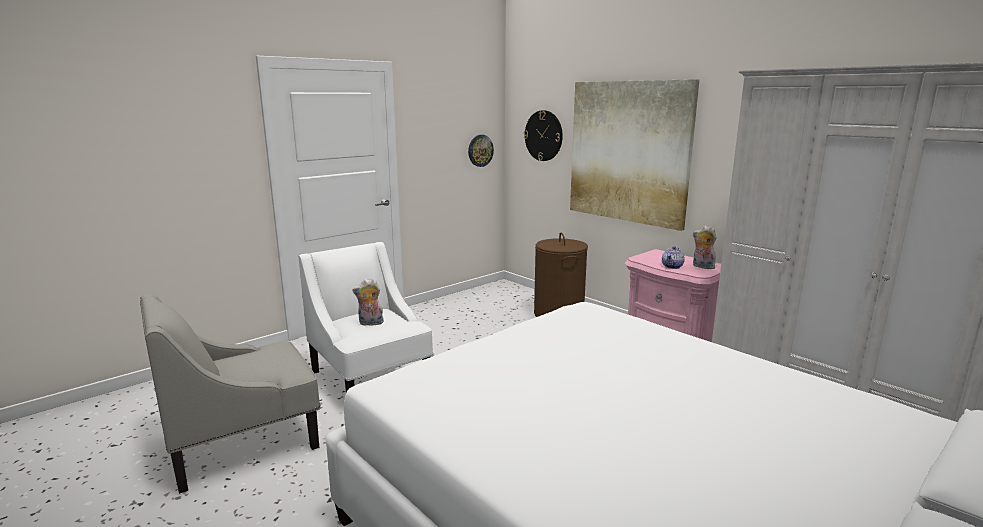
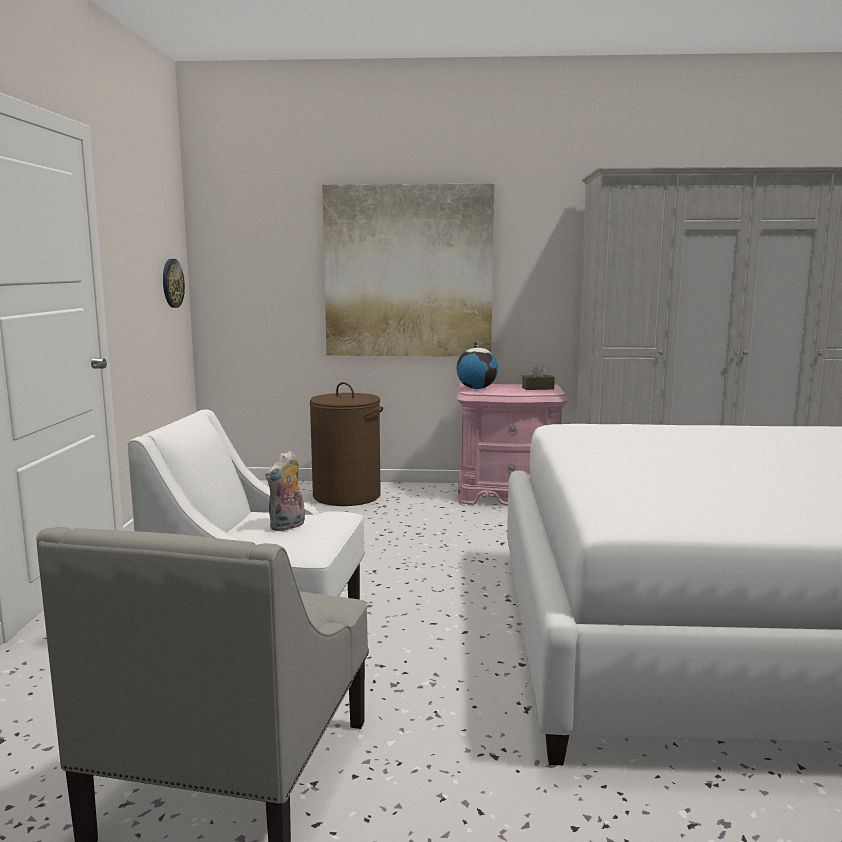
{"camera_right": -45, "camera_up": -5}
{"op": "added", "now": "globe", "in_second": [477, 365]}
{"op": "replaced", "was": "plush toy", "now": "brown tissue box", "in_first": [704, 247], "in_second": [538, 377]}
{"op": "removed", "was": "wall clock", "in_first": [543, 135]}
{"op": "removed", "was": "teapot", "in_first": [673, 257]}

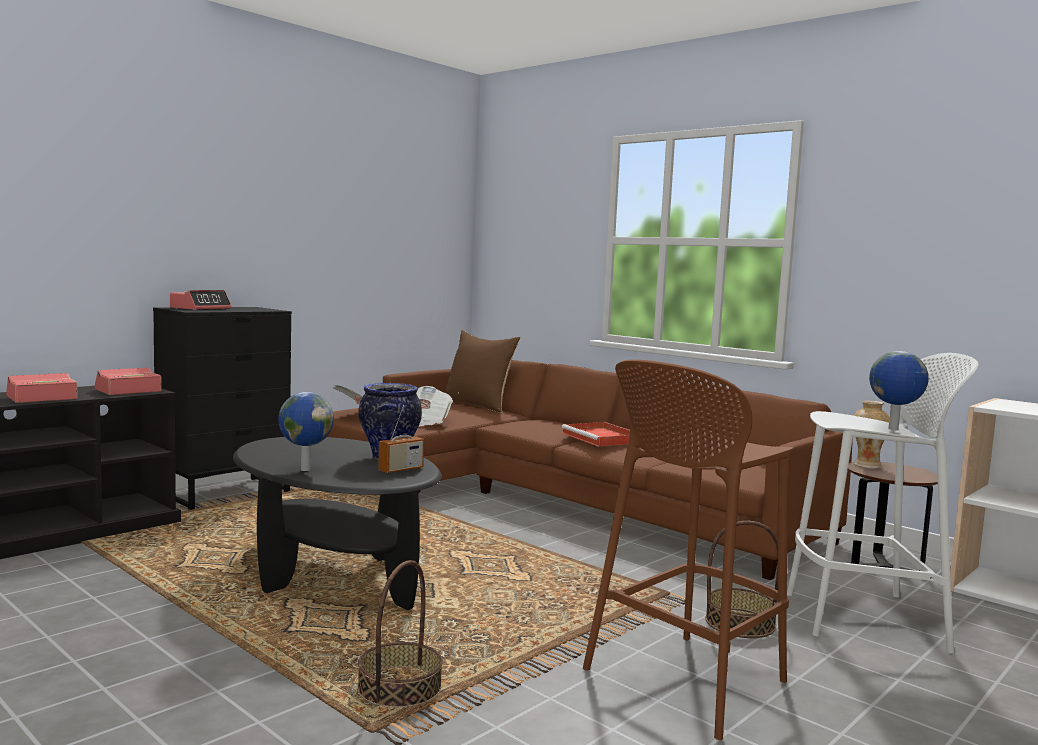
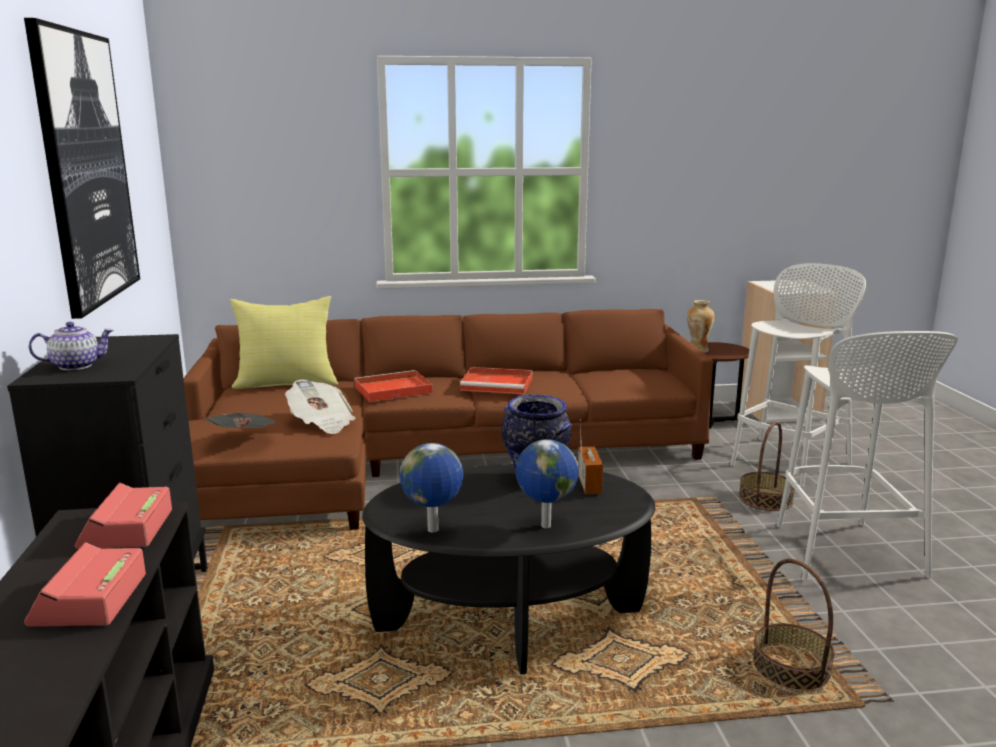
{"camera_right": -50, "camera_up": 10}
{"op": "added", "now": "picture", "in_second": [82, 168]}
{"op": "replaced", "was": "alarm clock", "now": "teapot", "in_first": [201, 300], "in_second": [71, 346]}
{"op": "recoloured", "was": "brown pillow", "now": "yellow pillow", "in_first": [482, 371], "in_second": [283, 342]}
{"op": "added", "now": "red tray", "in_second": [393, 386]}
{"op": "moved", "was": "globe", "in_first": [899, 390], "in_second": [431, 488]}
{"op": "recoloured", "was": "brown stool", "now": "white stool", "in_first": [688, 549], "in_second": [867, 456]}

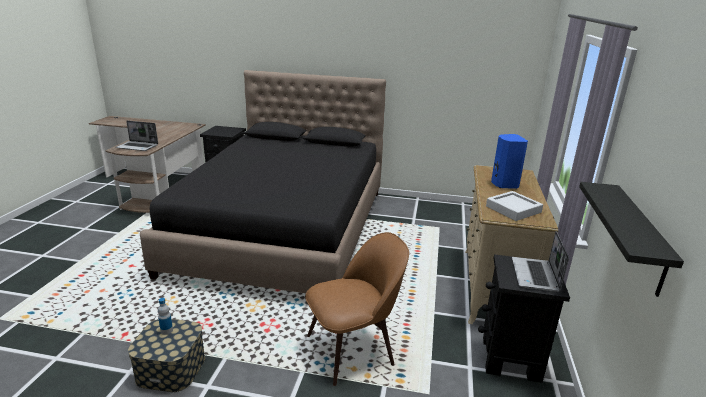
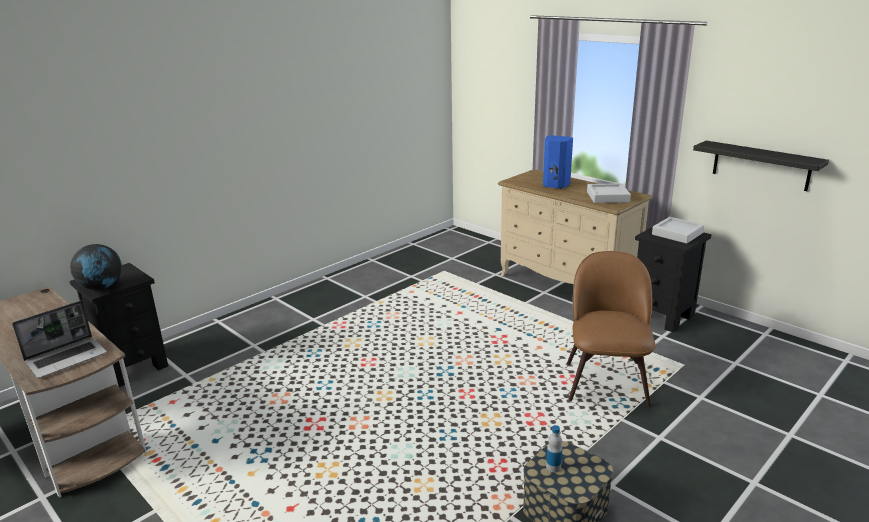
{"camera_right": -55, "camera_up": 0}
{"op": "added", "now": "globe", "in_second": [96, 267]}
{"op": "replaced", "was": "laptop", "now": "grey tray", "in_first": [540, 261], "in_second": [678, 230]}
{"op": "removed", "was": "black bed", "in_first": [263, 181]}

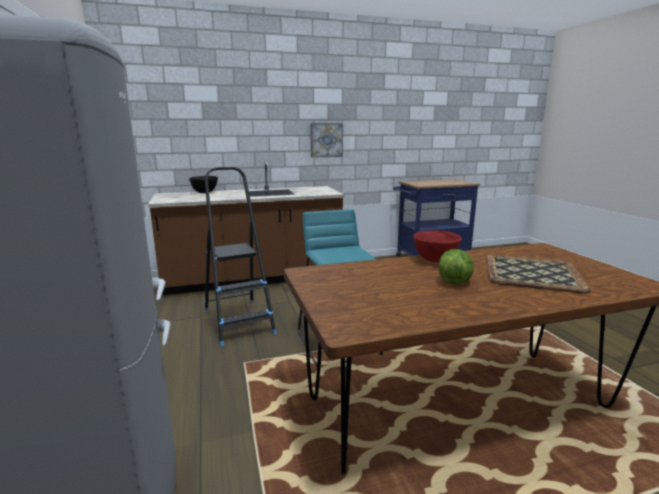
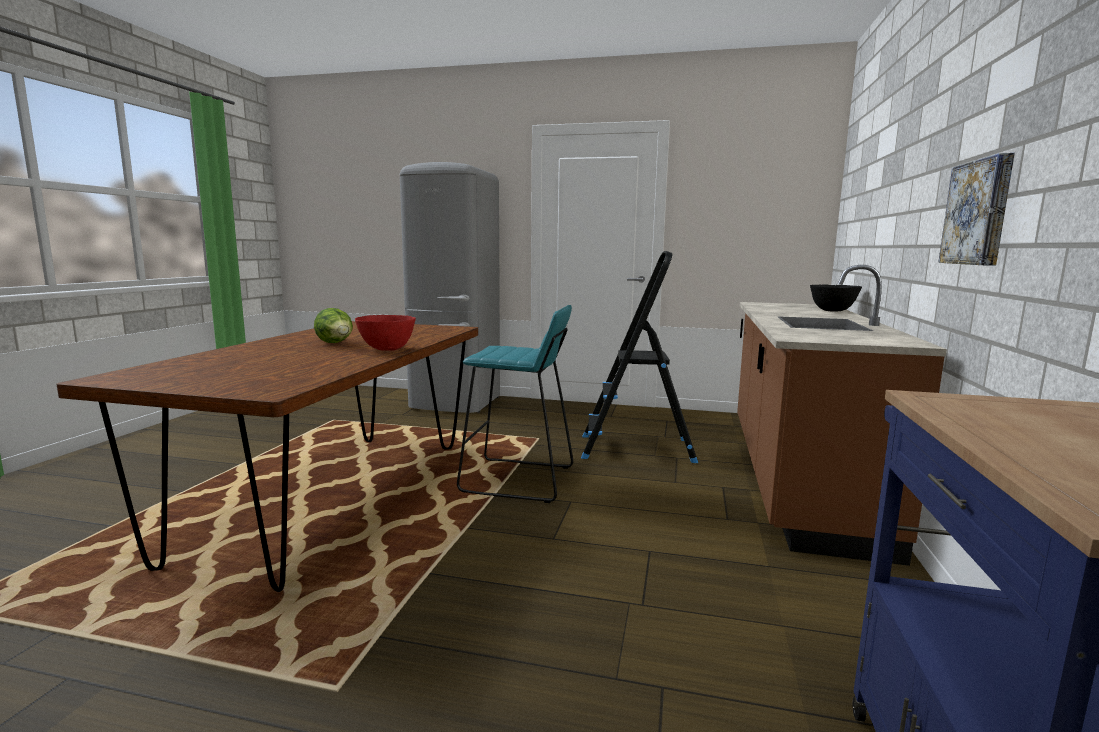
{"camera_right": 120, "camera_up": -5}
{"op": "removed", "was": "tray", "in_first": [538, 274]}

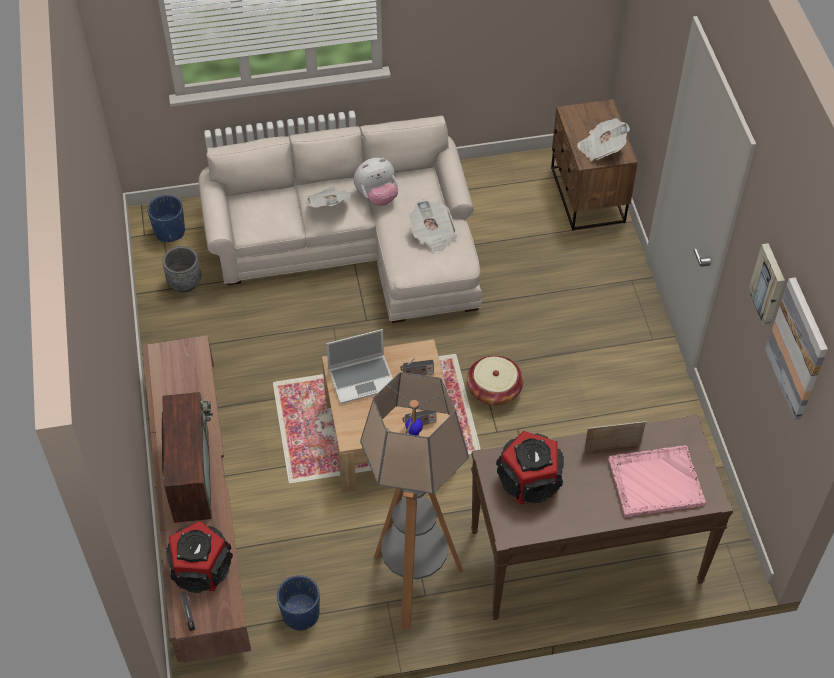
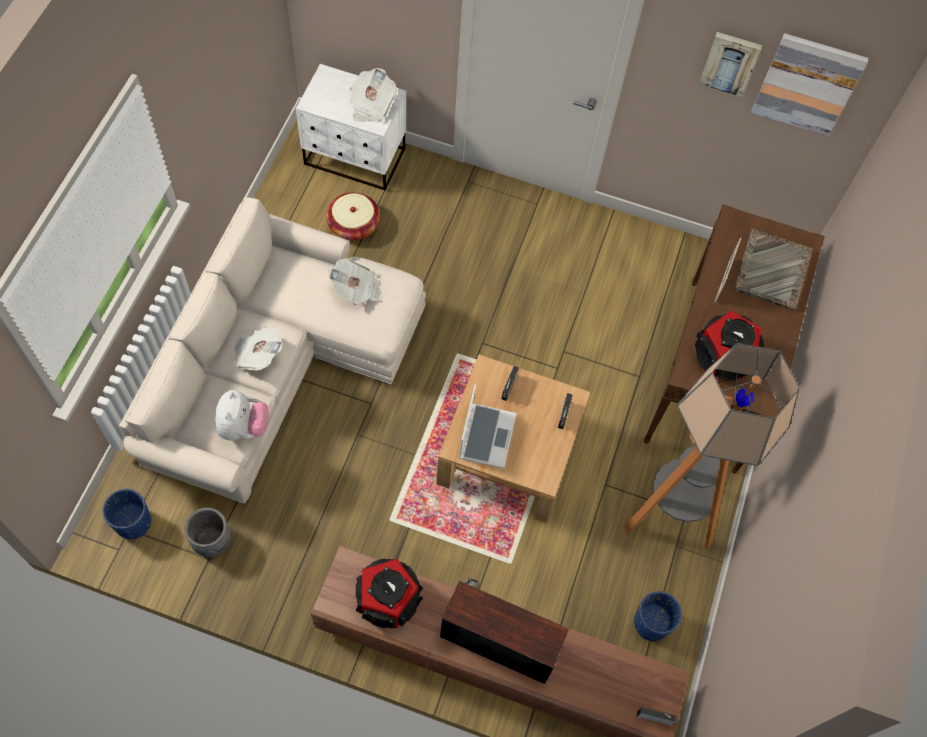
{"camera_right": -65, "camera_up": 10}
{"op": "moved", "was": "plush toy", "in_first": [376, 182], "in_second": [242, 415]}
{"op": "recoloured", "was": "brown nightstand", "now": "white nightstand", "in_first": [594, 165], "in_second": [351, 127]}
{"op": "moved", "was": "basket", "in_first": [495, 380], "in_second": [353, 216]}
{"op": "moved", "was": "speaker", "in_first": [199, 557], "in_second": [389, 593]}
{"op": "recoloured", "was": "pink tray", "now": "grey tray", "in_first": [657, 481], "in_second": [773, 270]}

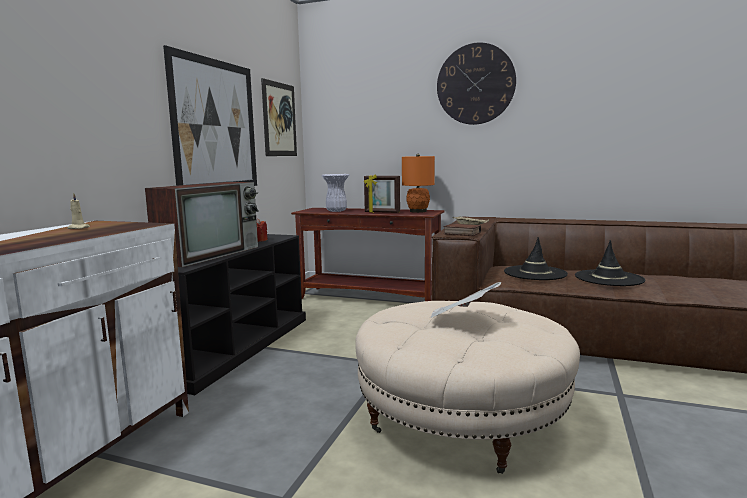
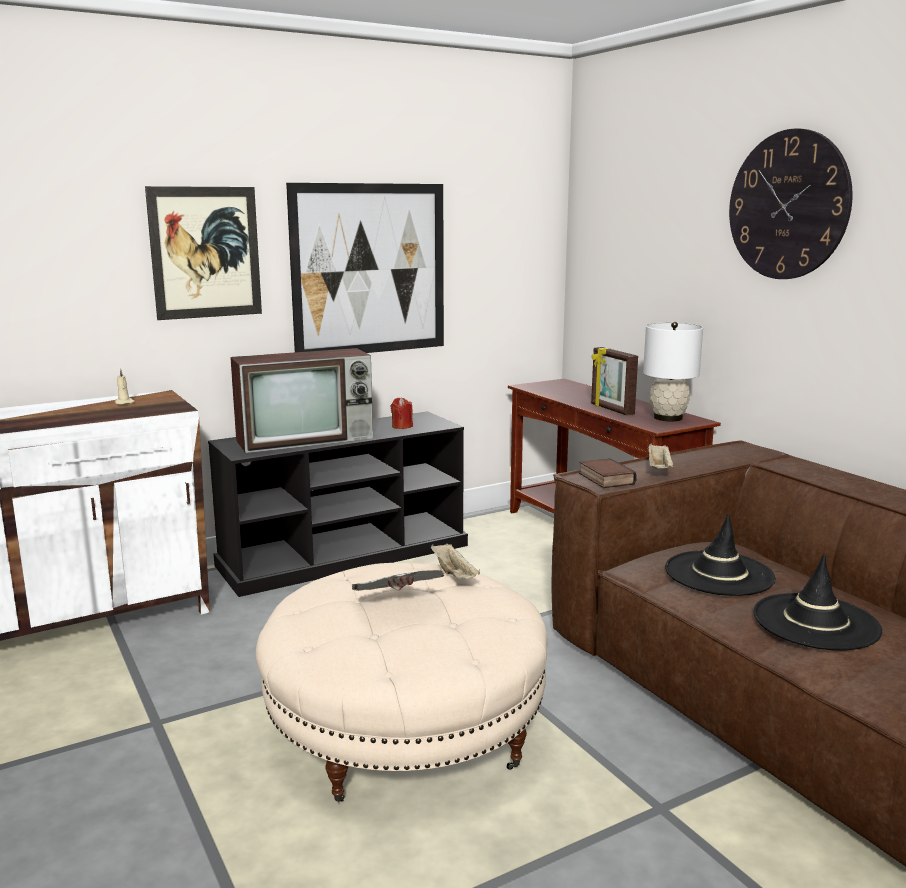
{"camera_right": 40, "camera_up": 5}
{"op": "moved", "was": "picture", "in_first": [279, 117], "in_second": [203, 253]}
{"op": "added", "now": "beige tray", "in_second": [455, 561]}
{"op": "recoloured", "was": "orange table lamp", "now": "white table lamp", "in_first": [418, 183], "in_second": [673, 371]}
{"op": "removed", "was": "white vase", "in_first": [335, 193]}

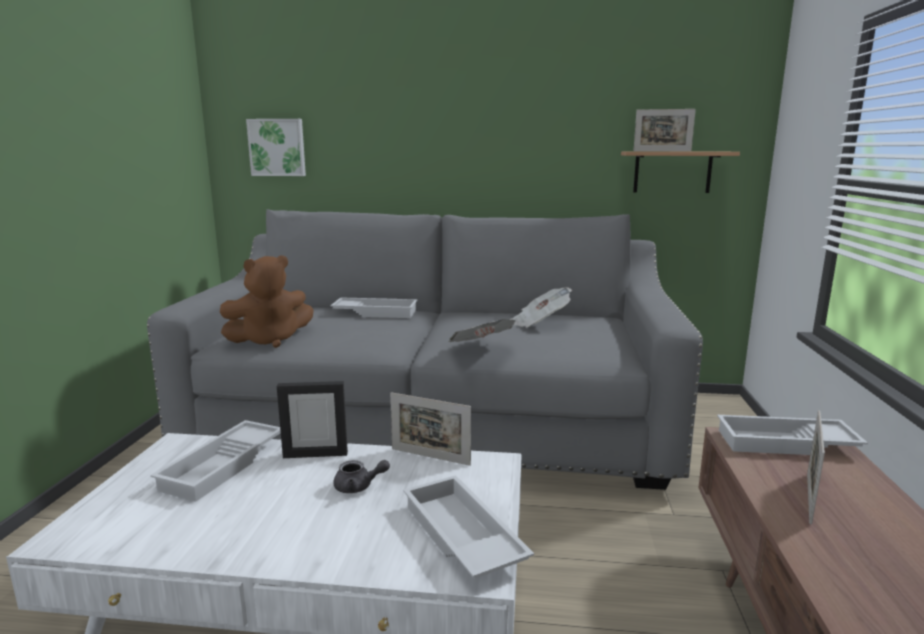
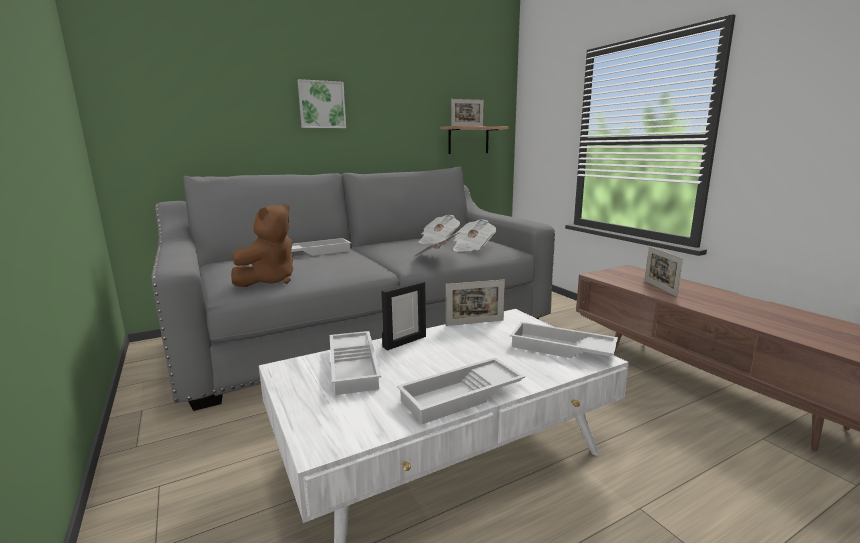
{"camera_right": -35, "camera_up": 0}
{"op": "moved", "was": "picture", "in_first": [276, 147], "in_second": [322, 103]}
{"op": "moved", "was": "white tray", "in_first": [792, 435], "in_second": [461, 391]}
{"op": "added", "now": "newspaper", "in_second": [474, 235]}
{"op": "removed", "was": "grey teapot", "in_first": [361, 476]}

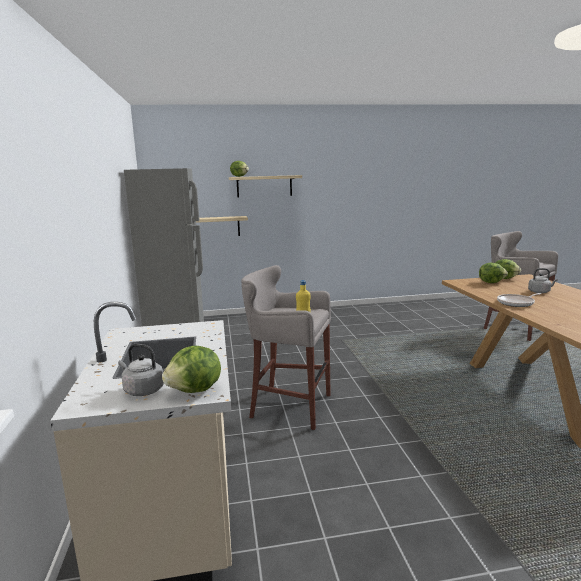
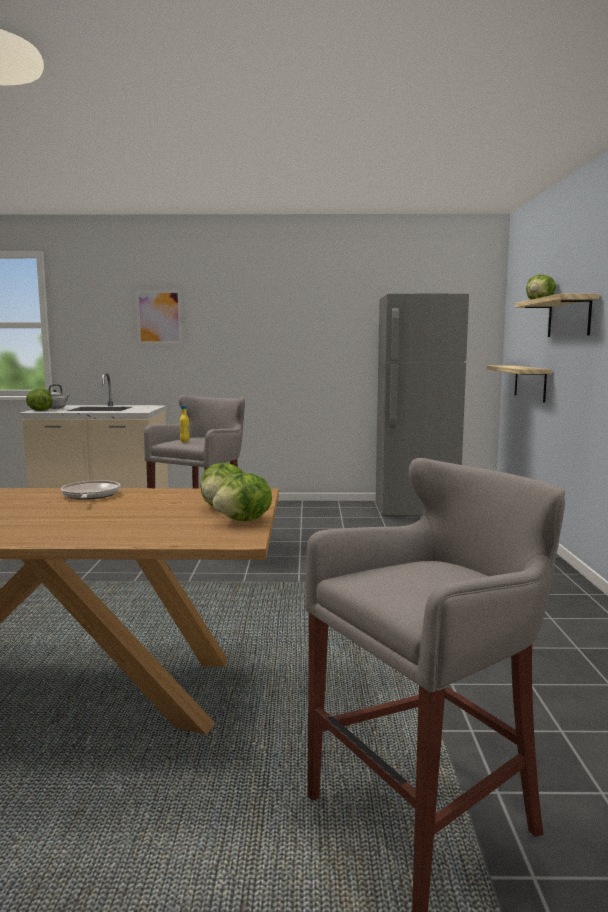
{"camera_right": 100, "camera_up": -5}
{"op": "added", "now": "picture", "in_second": [159, 317]}
{"op": "removed", "was": "grey kettle", "in_first": [543, 280]}

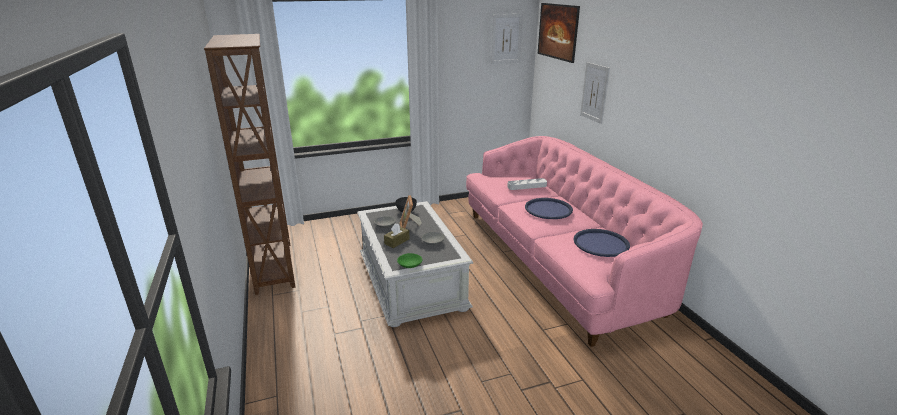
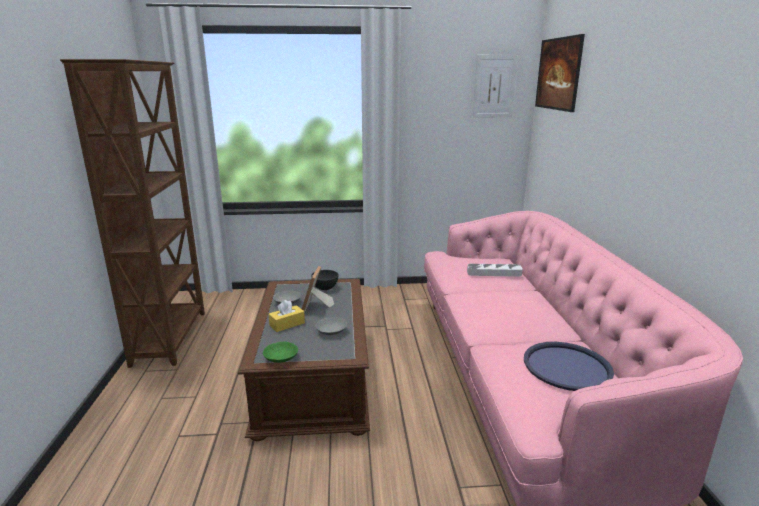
{"camera_right": 15, "camera_up": -5}
{"op": "recoloured", "was": "white coffee table", "now": "brown coffee table", "in_first": [415, 264], "in_second": [304, 360]}
{"op": "recoloured", "was": "brown tissue box", "now": "yellow tissue box", "in_first": [397, 235], "in_second": [286, 316]}
{"op": "removed", "was": "blue tray", "in_first": [549, 208]}
{"op": "removed", "was": "picture", "in_first": [595, 93]}

